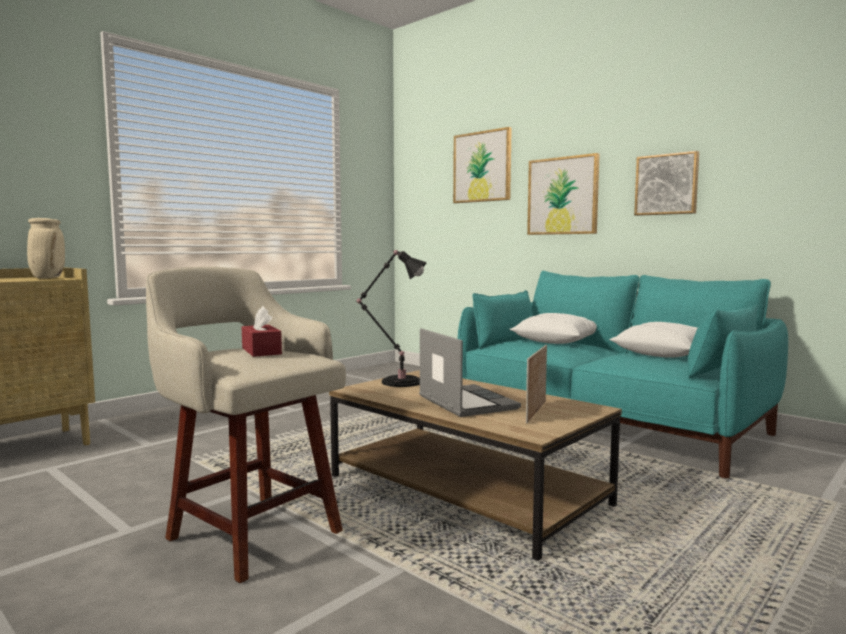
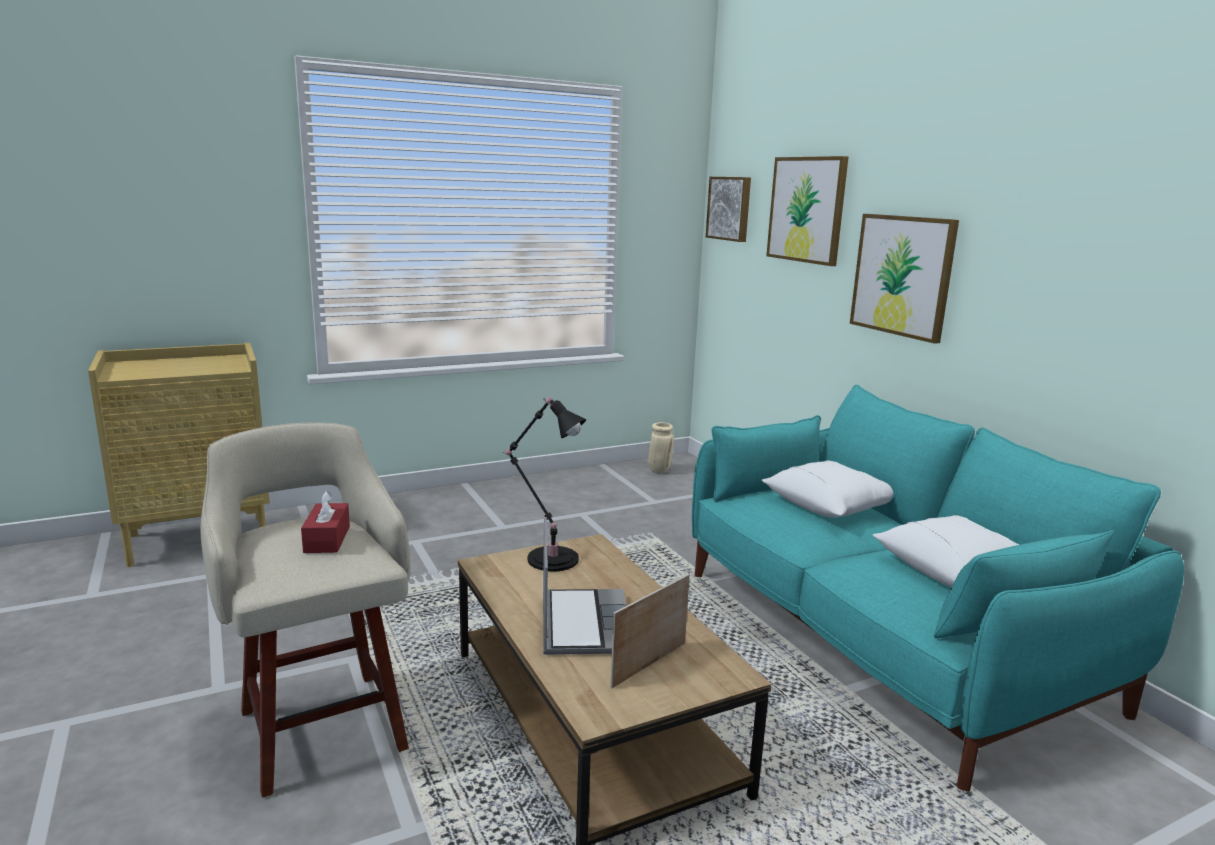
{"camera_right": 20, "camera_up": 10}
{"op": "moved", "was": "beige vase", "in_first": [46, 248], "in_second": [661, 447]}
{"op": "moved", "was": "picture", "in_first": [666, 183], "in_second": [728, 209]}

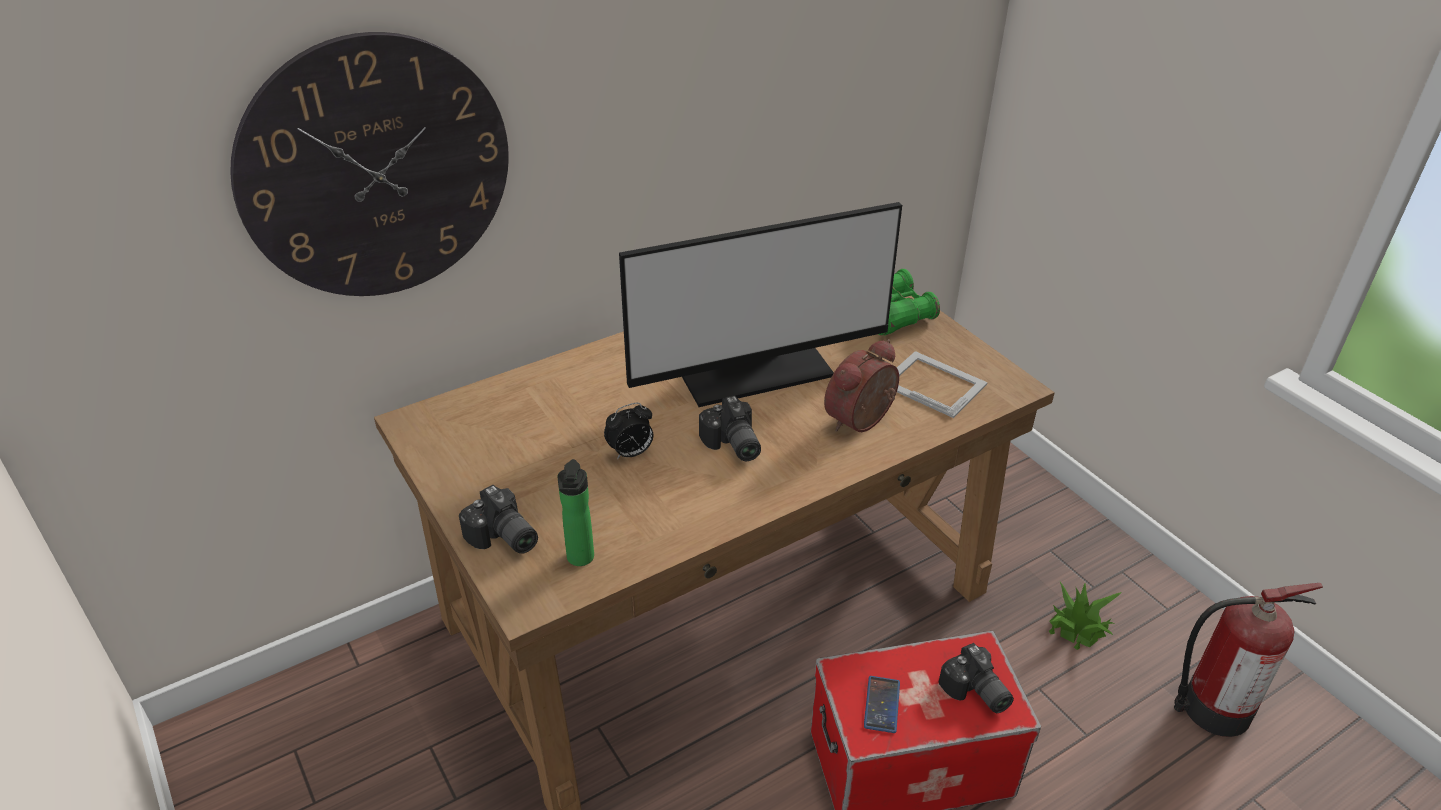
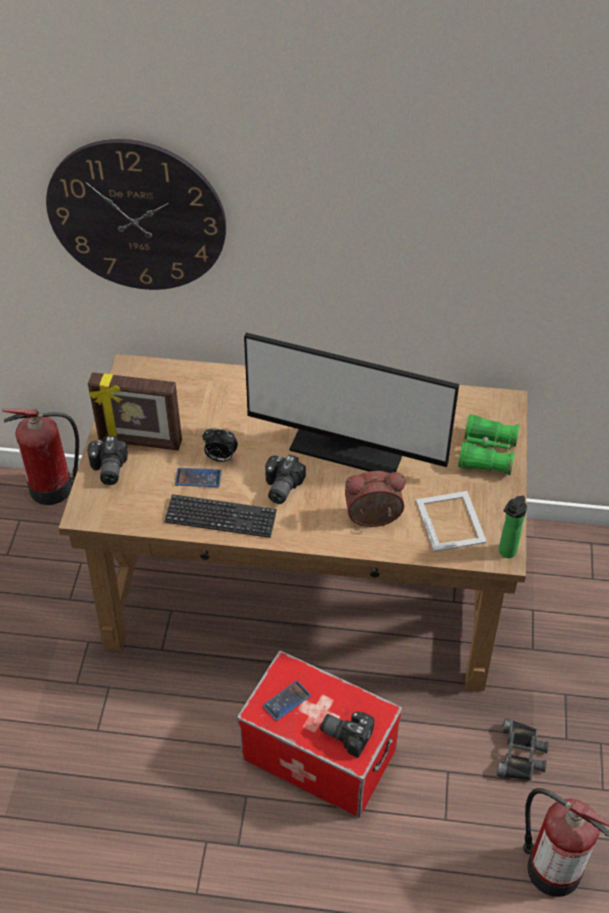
{"camera_right": 40, "camera_up": 10}
{"op": "added", "now": "fire extinguisher", "in_second": [40, 456]}
{"op": "added", "now": "picture frame", "in_second": [135, 411]}
{"op": "added", "now": "keyboard", "in_second": [220, 516]}
{"op": "added", "now": "phone", "in_second": [198, 477]}
{"op": "turned", "was": "photo camera", "in_first": [976, 678], "in_second": [347, 735], "clockwise": 105}
{"op": "replaced", "was": "potted plant", "now": "black binoculars", "in_first": [1085, 616], "in_second": [522, 749]}
{"op": "moved", "was": "bottle", "in_first": [575, 512], "in_second": [513, 527]}

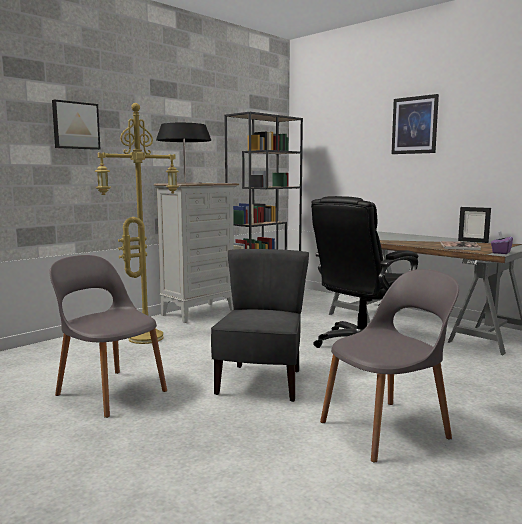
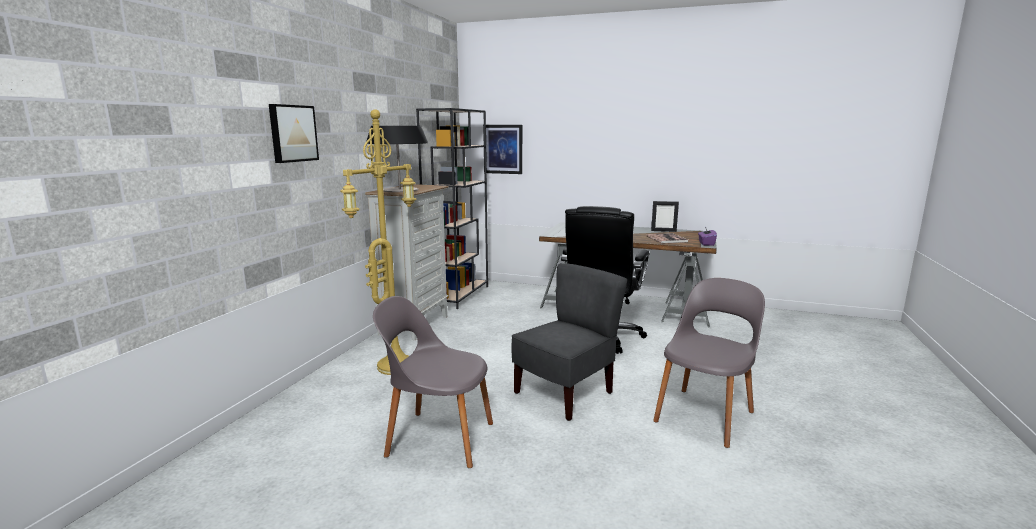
{"camera_right": -25, "camera_up": 5}
{"op": "moved", "was": "picture", "in_first": [415, 124], "in_second": [502, 149]}
{"op": "turned", "was": "grey chair", "in_first": [260, 325], "in_second": [569, 342], "clockwise": 60}

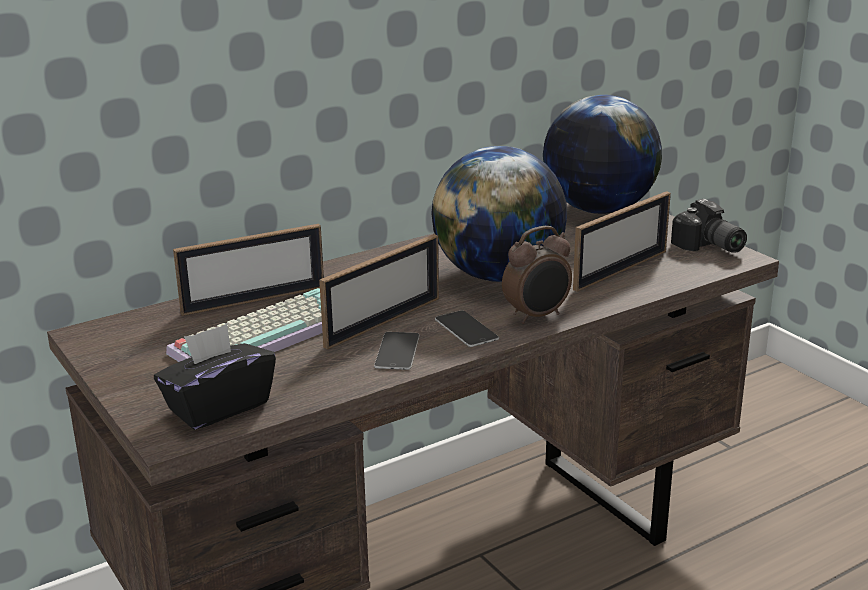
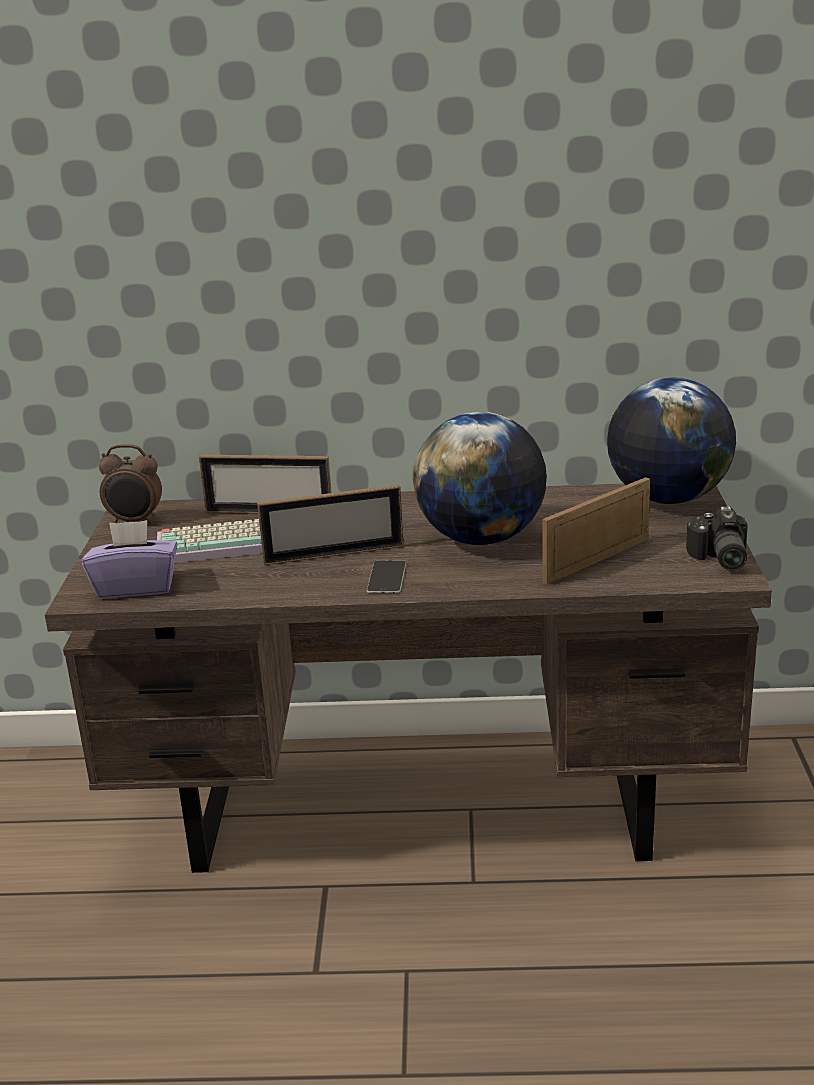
{"camera_right": 35, "camera_up": 0}
{"op": "recoloured", "was": "black tissue box", "now": "purple tissue box", "in_first": [215, 377], "in_second": [130, 559]}
{"op": "moved", "was": "alarm clock", "in_first": [537, 275], "in_second": [130, 484]}
{"op": "turned", "was": "picture frame", "in_first": [622, 241], "in_second": [596, 531], "clockwise": 150}
{"op": "removed", "was": "phone", "in_first": [397, 351]}

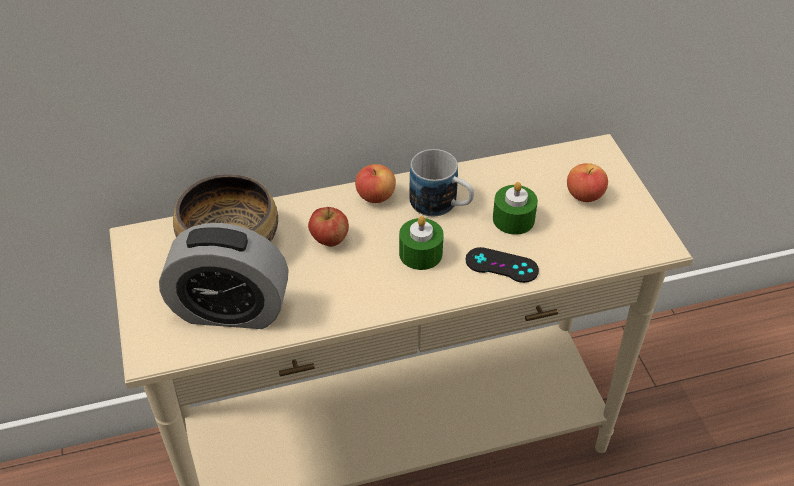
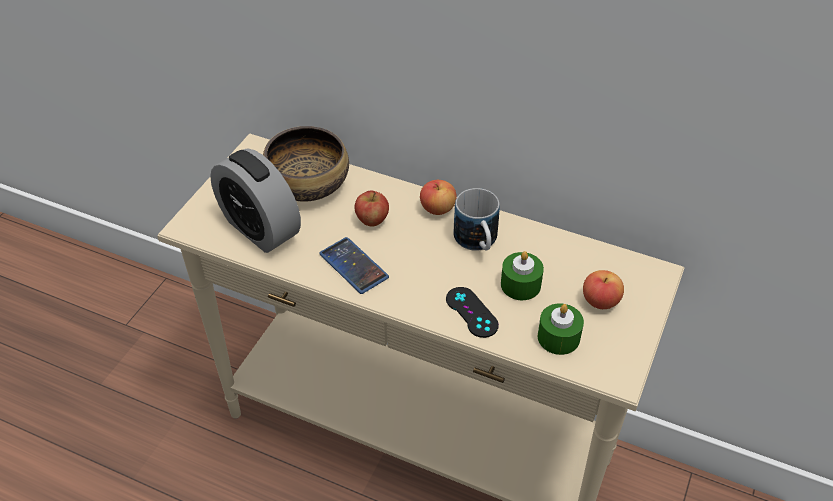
{"camera_right": 40, "camera_up": 0}
{"op": "added", "now": "phone", "in_second": [354, 265]}
{"op": "moved", "was": "green candle", "in_first": [421, 243], "in_second": [560, 329]}

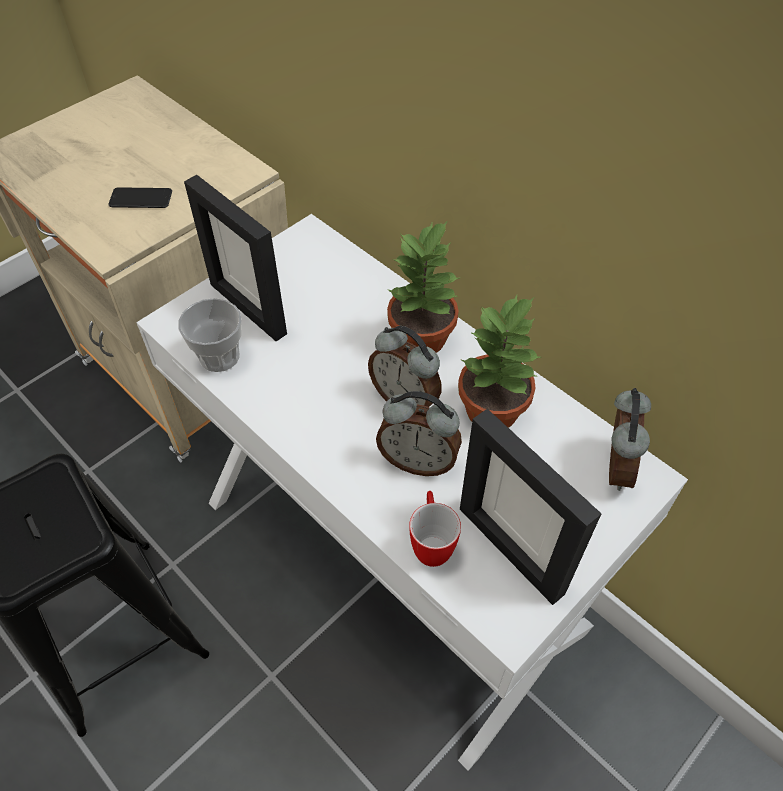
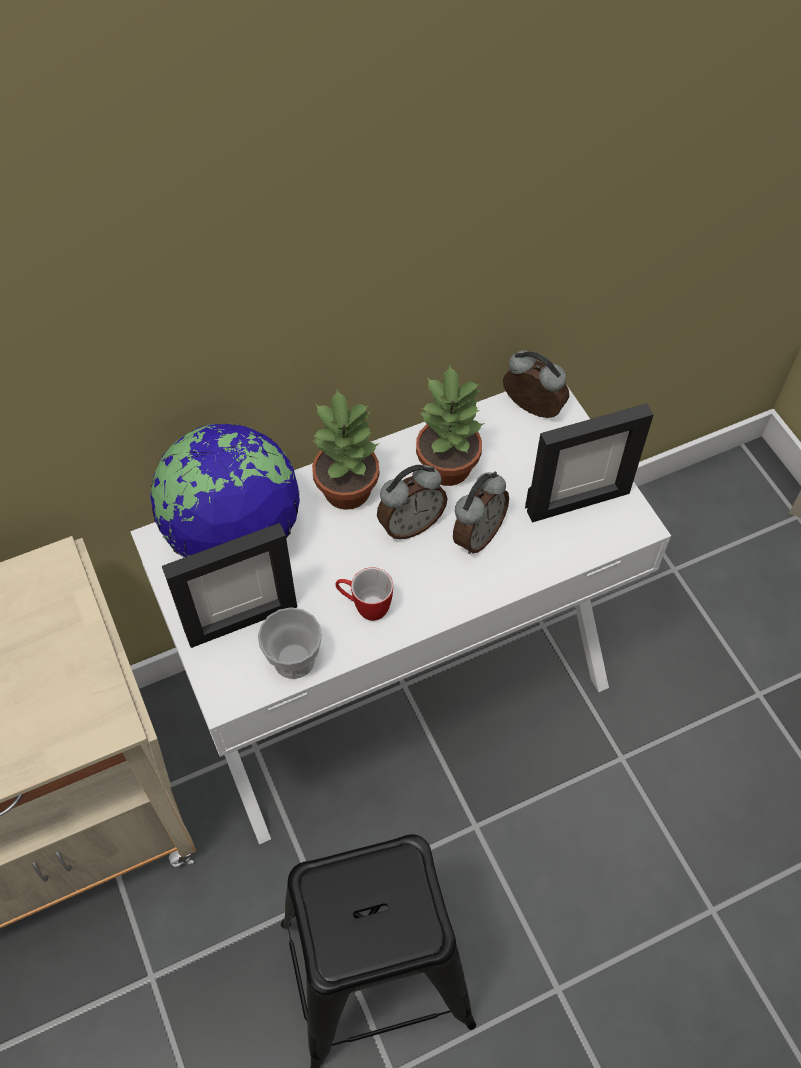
{"camera_right": -70, "camera_up": 5}
{"op": "added", "now": "globe", "in_second": [225, 490]}
{"op": "moved", "was": "mug", "in_first": [435, 529], "in_second": [364, 594]}
{"op": "removed", "was": "phone", "in_first": [140, 197]}

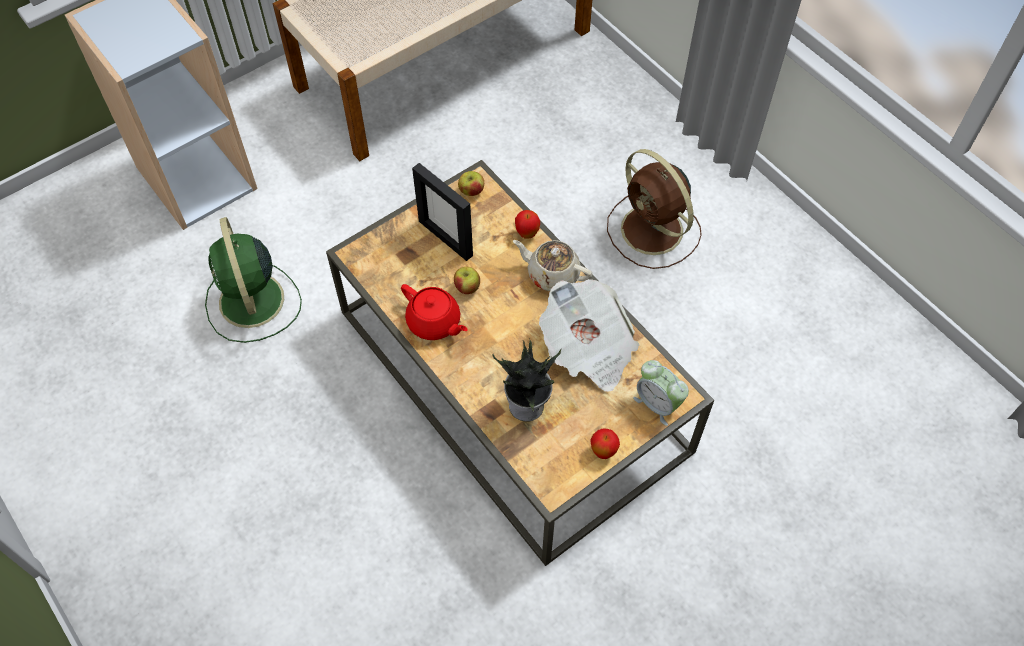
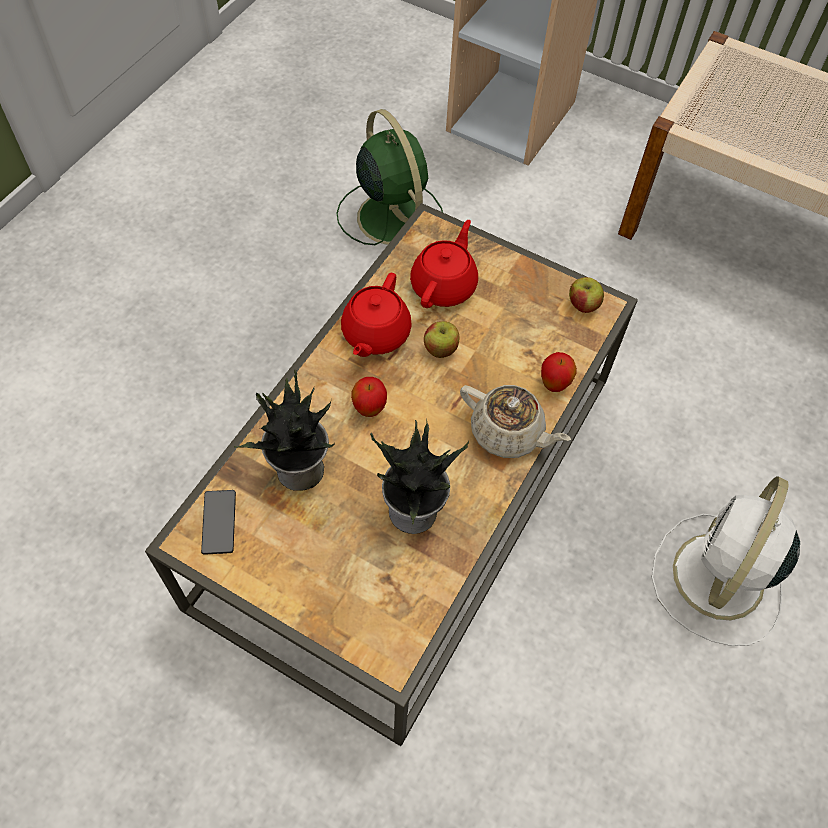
{"camera_right": 65, "camera_up": 0}
{"op": "added", "now": "phone", "in_second": [218, 522]}
{"op": "turned", "was": "green fan", "in_first": [253, 280], "in_second": [390, 177], "clockwise": 105}
{"op": "moved", "was": "apple", "in_first": [605, 444], "in_second": [369, 397]}
{"op": "replaced", "was": "newspaper", "now": "potted plant", "in_first": [589, 335], "in_second": [419, 476]}
{"op": "added", "now": "red teapot", "in_second": [444, 264]}
{"op": "turned", "was": "beige teapot", "in_first": [553, 265], "in_second": [515, 421], "clockwise": 120}
{"op": "recoloured", "was": "brown fan", "now": "white fan", "in_first": [654, 209], "in_second": [726, 561]}
{"op": "removed", "was": "picture frame", "in_first": [442, 212]}
{"op": "removed", "was": "alarm clock", "in_first": [661, 393]}

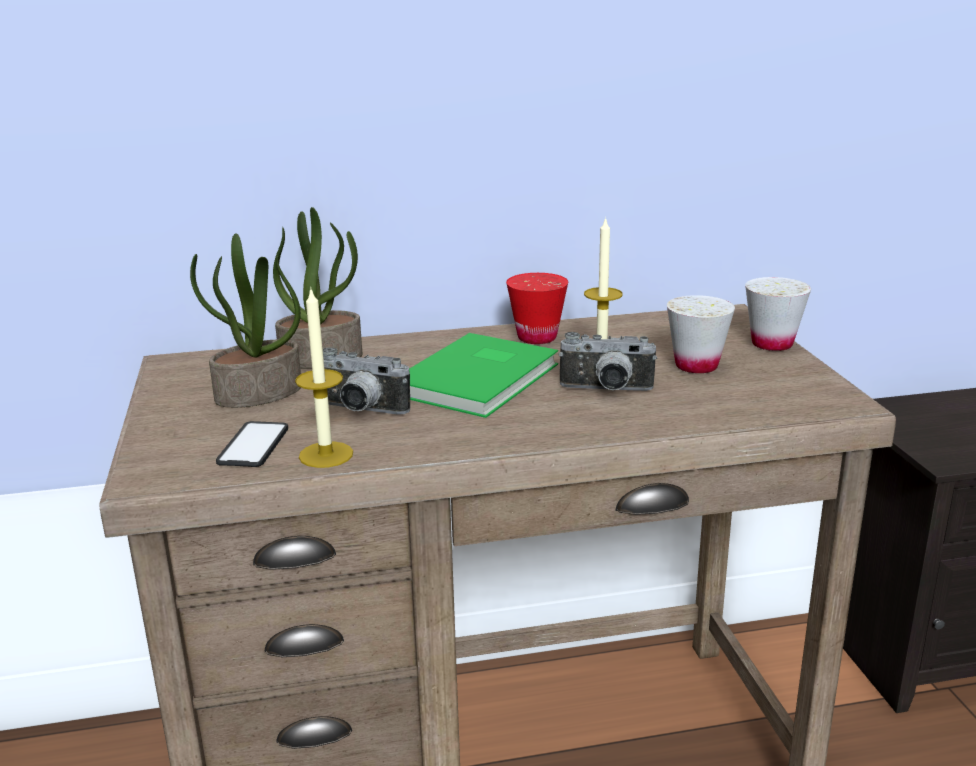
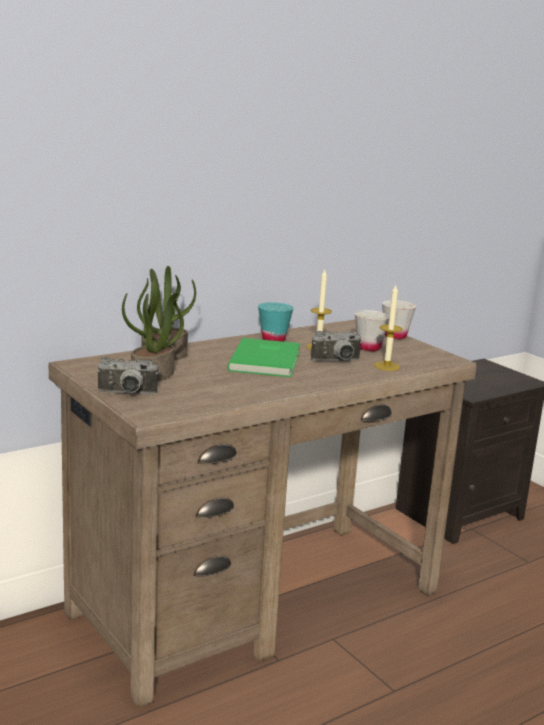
{"camera_right": -25, "camera_up": -5}
{"op": "moved", "was": "photo camera", "in_first": [366, 381], "in_second": [127, 375]}
{"op": "recoloured", "was": "red cup", "now": "turquoise cup", "in_first": [537, 308], "in_second": [275, 322]}
{"op": "moved", "was": "candle", "in_first": [324, 379], "in_second": [388, 328]}
{"op": "removed", "was": "phone", "in_first": [252, 444]}

